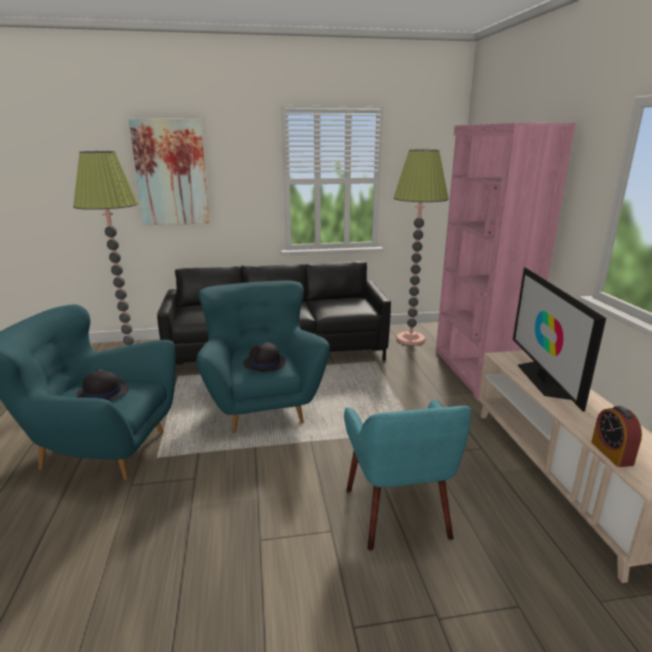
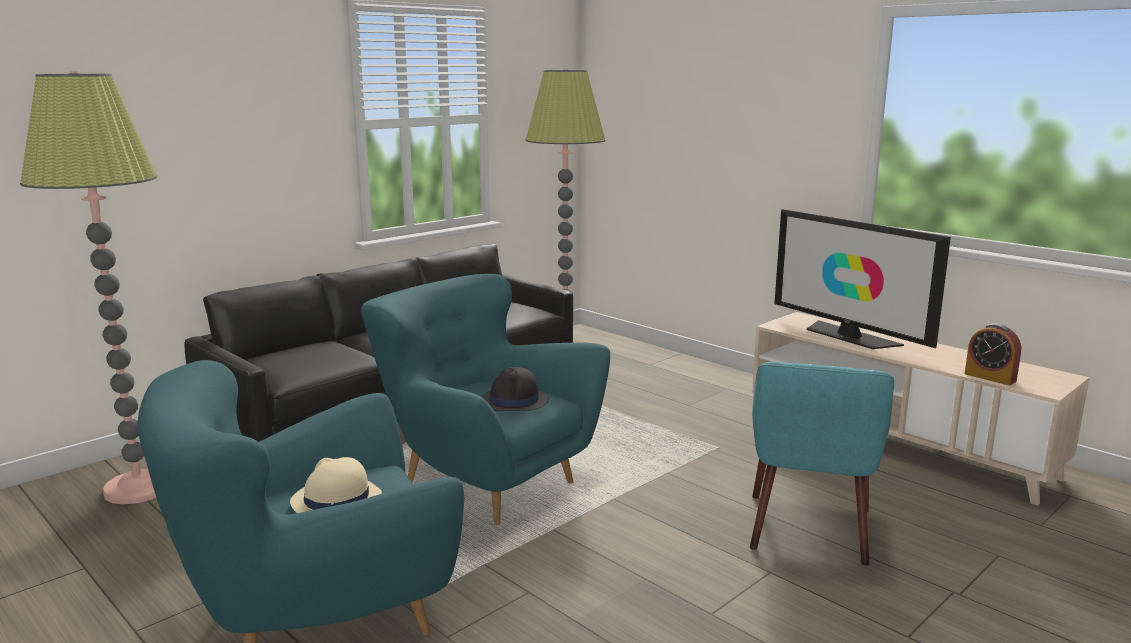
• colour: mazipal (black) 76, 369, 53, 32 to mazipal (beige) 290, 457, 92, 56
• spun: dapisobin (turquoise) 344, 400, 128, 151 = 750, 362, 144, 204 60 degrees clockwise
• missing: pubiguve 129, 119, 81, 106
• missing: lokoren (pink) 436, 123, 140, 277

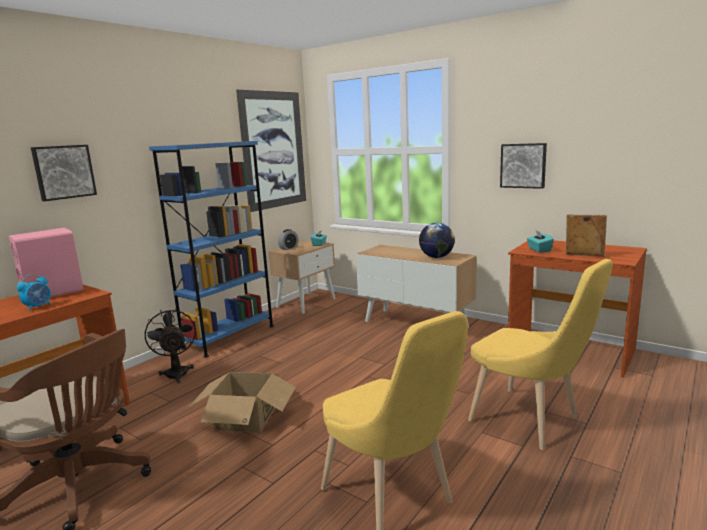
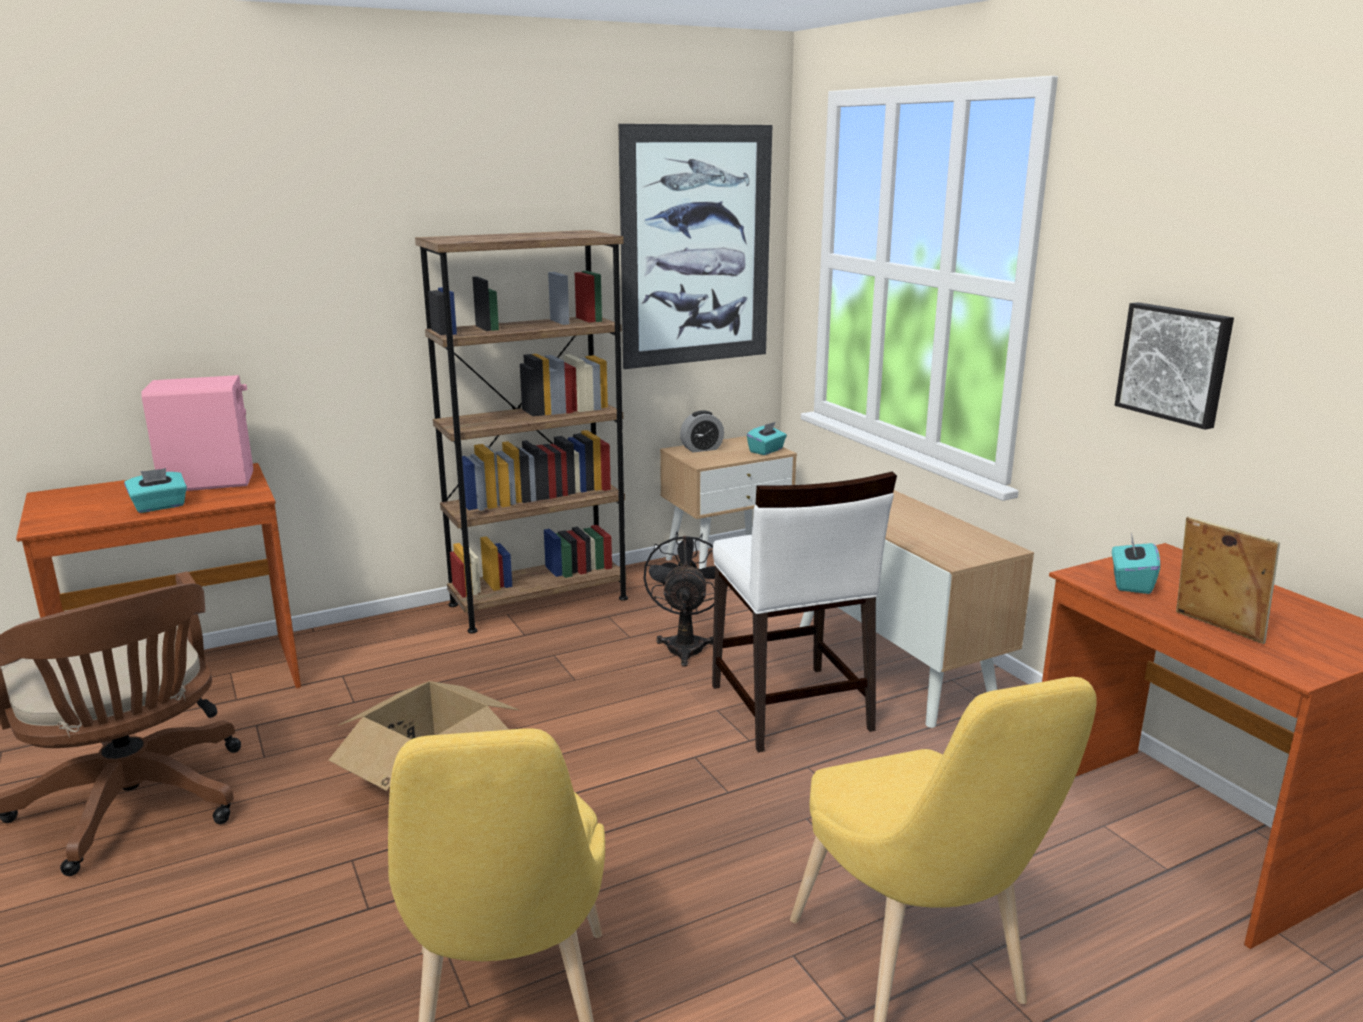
• exchanged: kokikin 17, 275, 34, 36 to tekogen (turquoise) 124, 468, 63, 45
• colour: lokoren (blue) 149, 141, 125, 217 to lokoren (brown) 415, 230, 213, 403
• relocated: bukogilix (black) 145, 308, 51, 75 to 644, 531, 84, 136
• appeared: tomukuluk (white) 712, 471, 185, 281
• missing: pubiguve 31, 145, 66, 56
• missing: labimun 419, 223, 36, 35

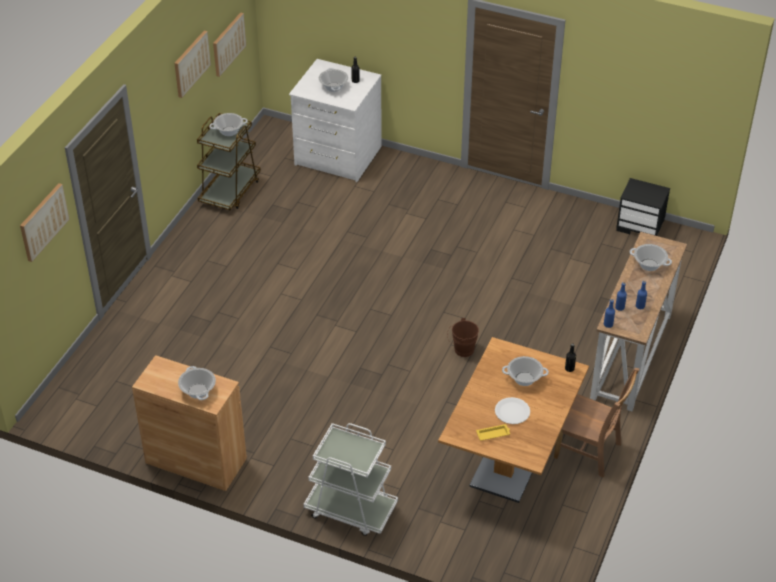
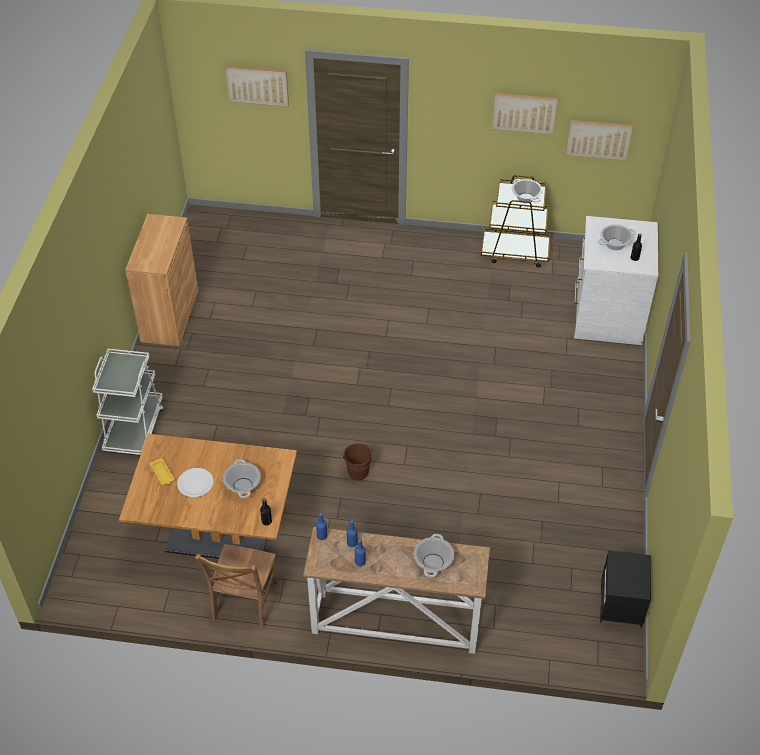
• missing: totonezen 178, 366, 38, 34

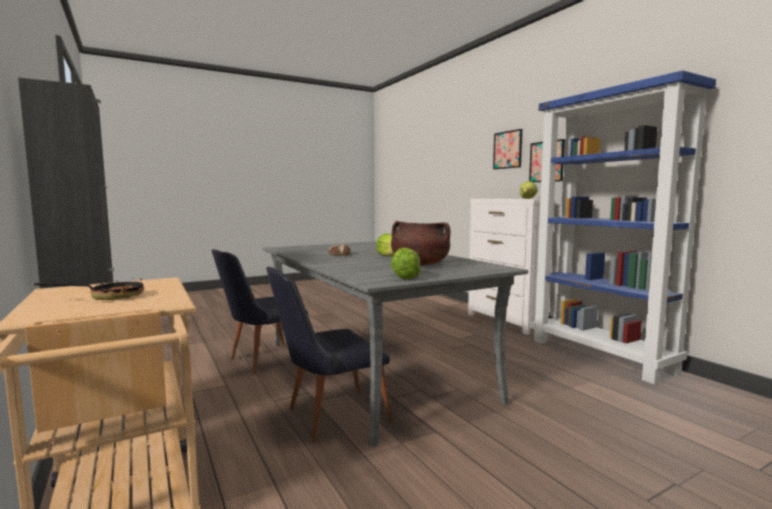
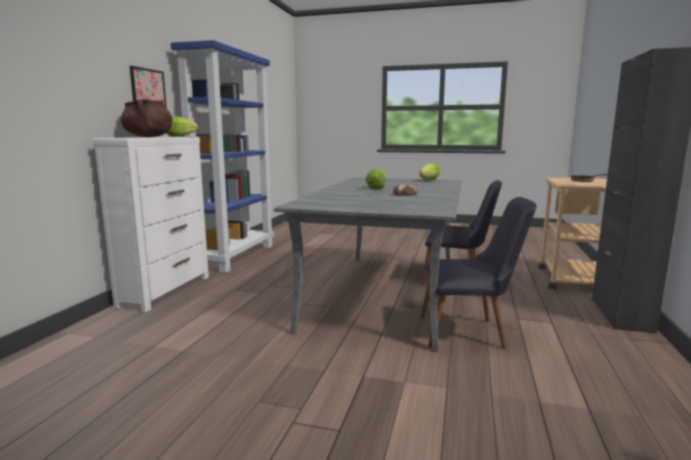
• relocated: totonezen (brown) 391, 221, 59, 45 to 121, 99, 52, 38
• missing: pubiguve 493, 129, 29, 40

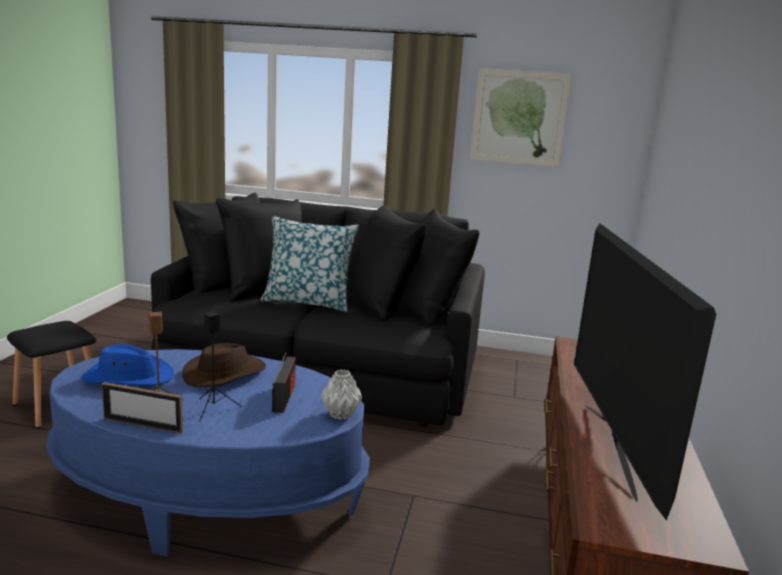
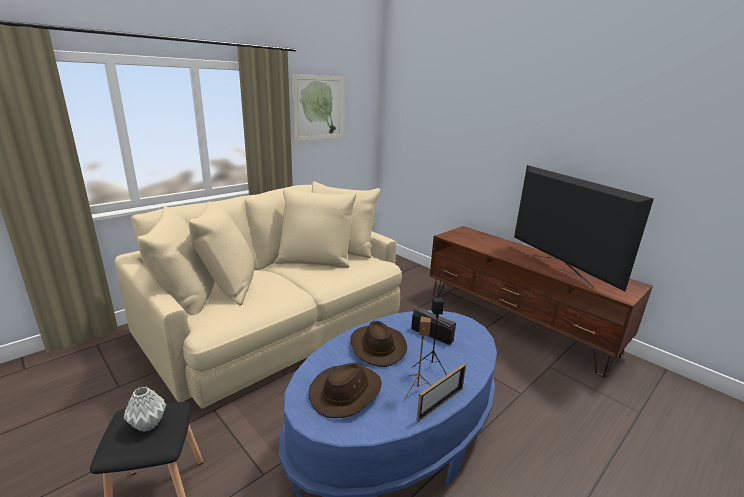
• colour: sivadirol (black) 151, 192, 334, 234 to sivadirol (beige) 115, 181, 287, 228
• relocated: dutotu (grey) 321, 370, 41, 50 to 124, 387, 42, 45
• colour: mazipal (blue) 82, 344, 92, 42 to mazipal (brown) 309, 363, 73, 55
• spun: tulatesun 574, 223, 142, 298 = 514, 165, 140, 127 150 degrees counterclockwise
• missing: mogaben 260, 216, 99, 96

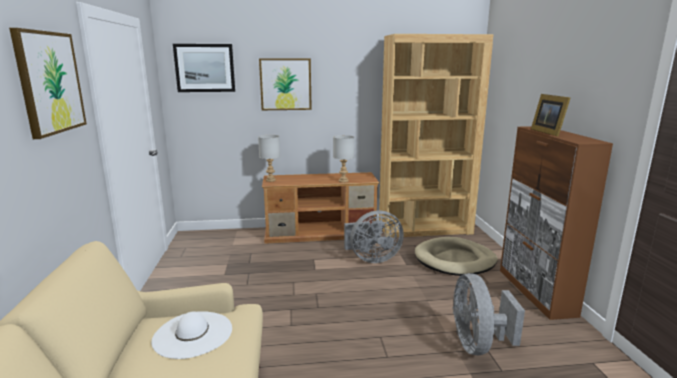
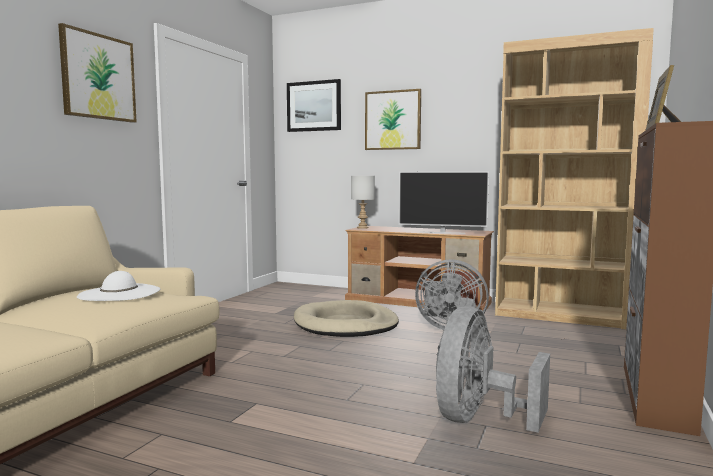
• relocated: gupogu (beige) 415, 237, 83, 39 to 294, 300, 105, 37
• exchanged: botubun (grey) 333, 135, 21, 48 to tulatesun 399, 172, 90, 62

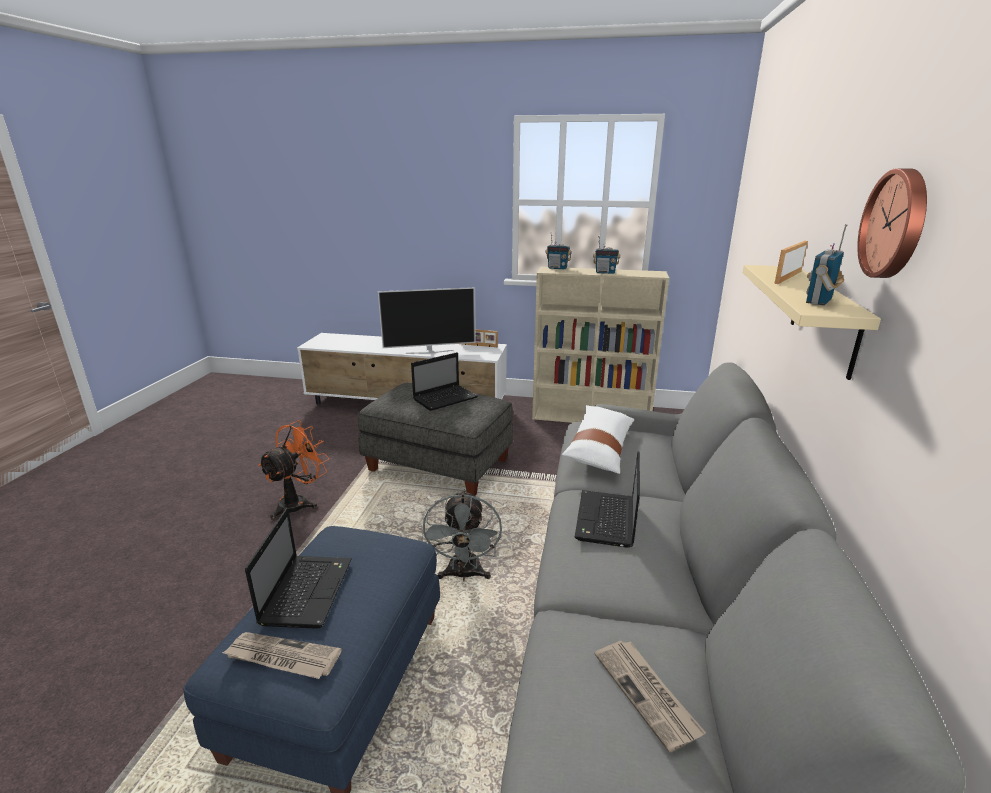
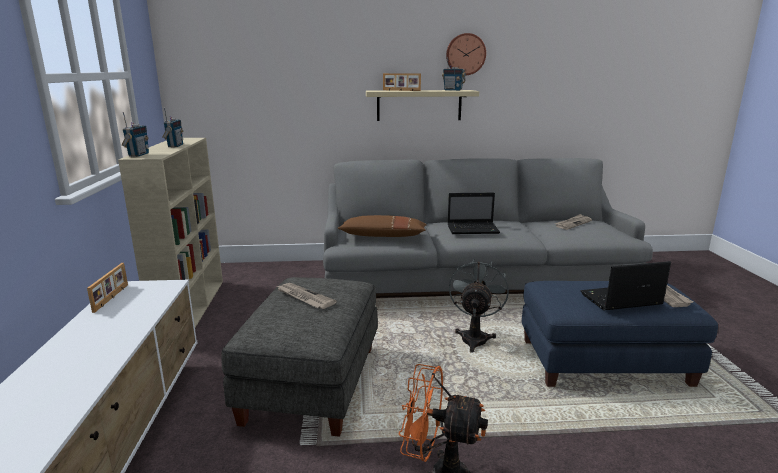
• exchanged: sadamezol 411, 352, 67, 59 to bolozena 276, 283, 60, 26
• colour: mogaben (white) 562, 405, 73, 69 to mogaben (brown) 338, 215, 89, 22
• spun: bukogilix (grey) 422, 490, 80, 92 = 449, 259, 60, 94 60 degrees counterclockwise
• missing: tulatesun 378, 287, 97, 67

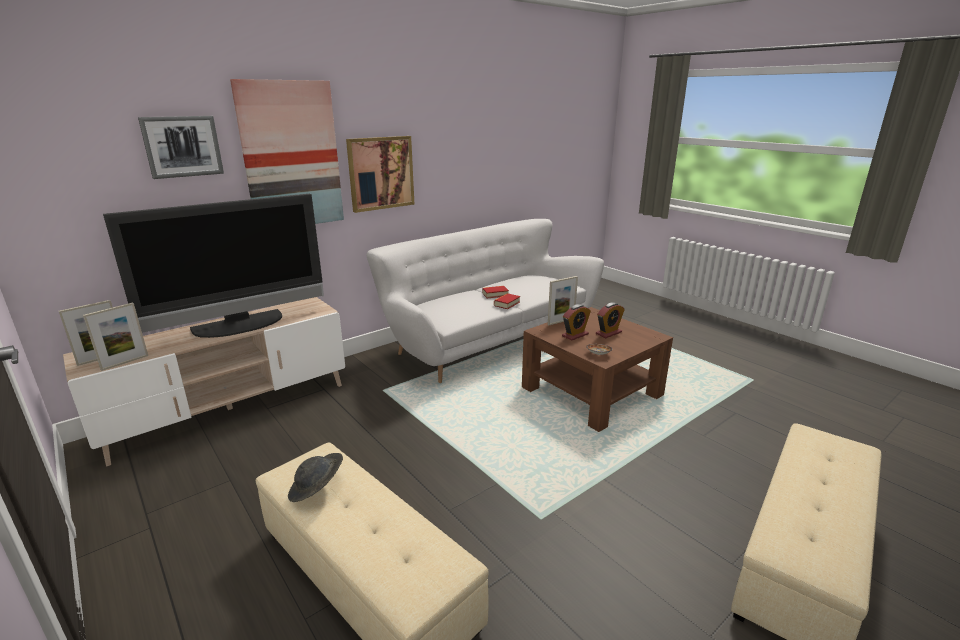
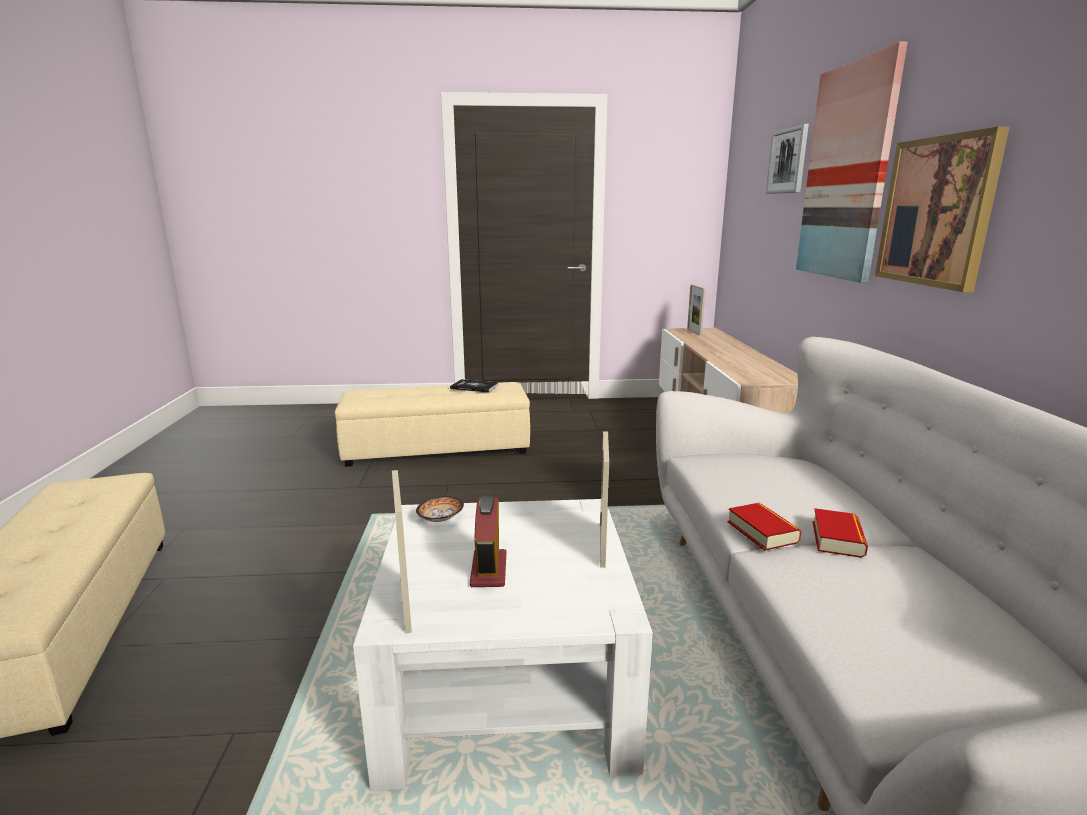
• colour: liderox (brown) 522, 307, 151, 125 to liderox (white) 353, 499, 300, 292
• relocated: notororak 83, 303, 65, 68 to 392, 470, 20, 164
• exchanged: mazipal (grey) 288, 453, 55, 49 to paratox 450, 379, 49, 14
• missing: tulatesun 103, 194, 221, 144
• missing: kokikin 562, 304, 29, 37

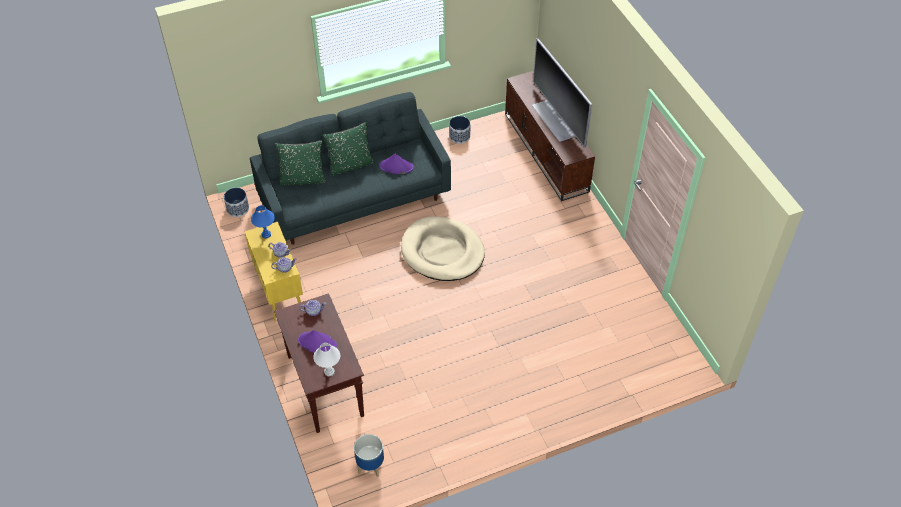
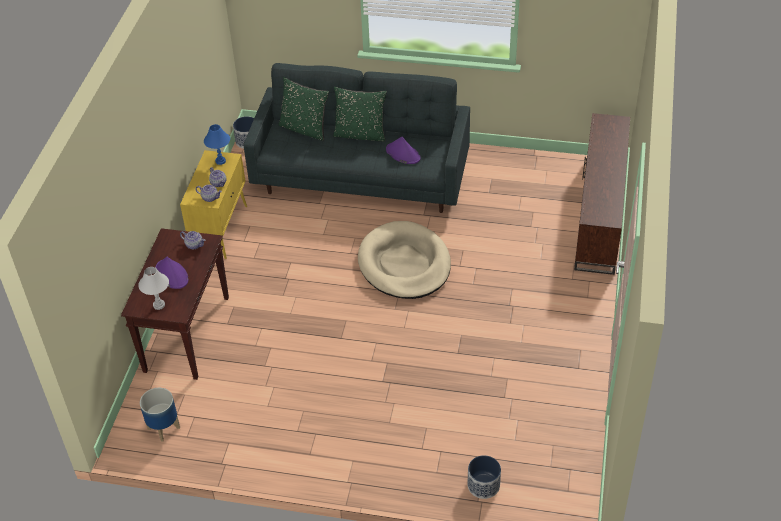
• relocated: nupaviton 449, 116, 21, 28 to 468, 455, 33, 44
• missing: tulatesun 531, 38, 61, 110

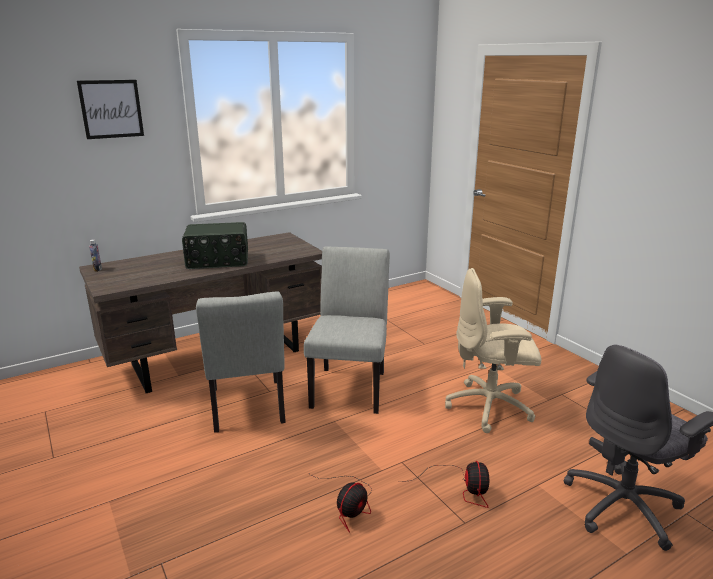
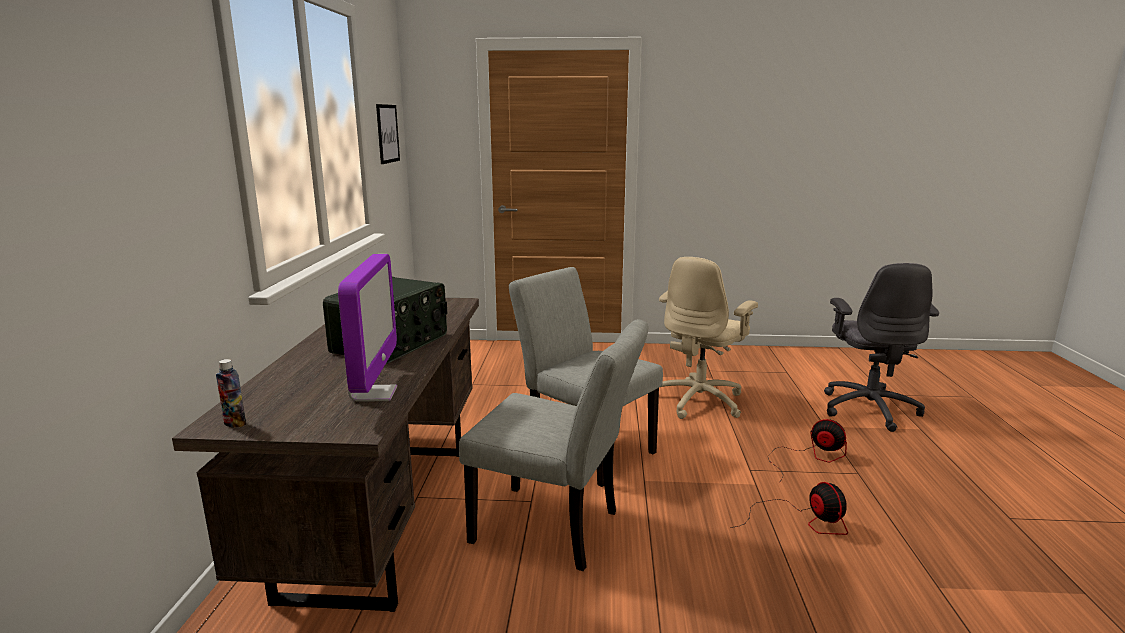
• appeared: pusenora 338, 254, 59, 148
• relocated: pubiguve 77, 80, 67, 59 to 376, 104, 24, 60

